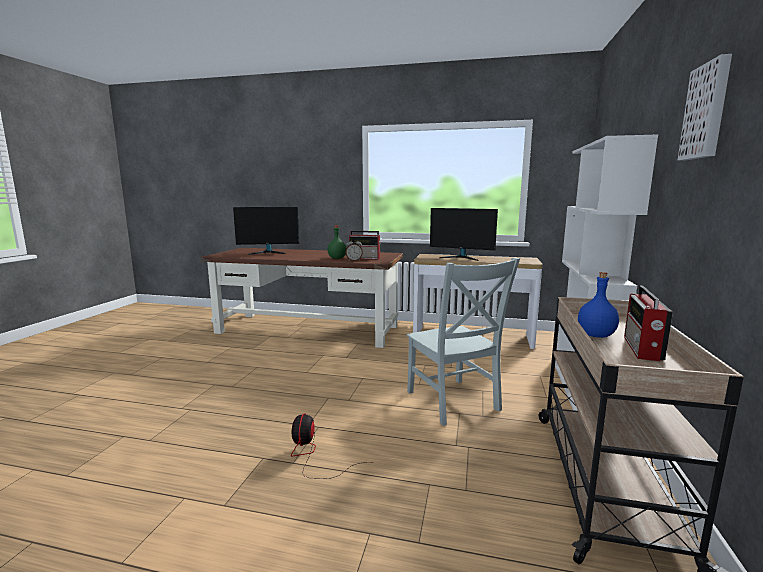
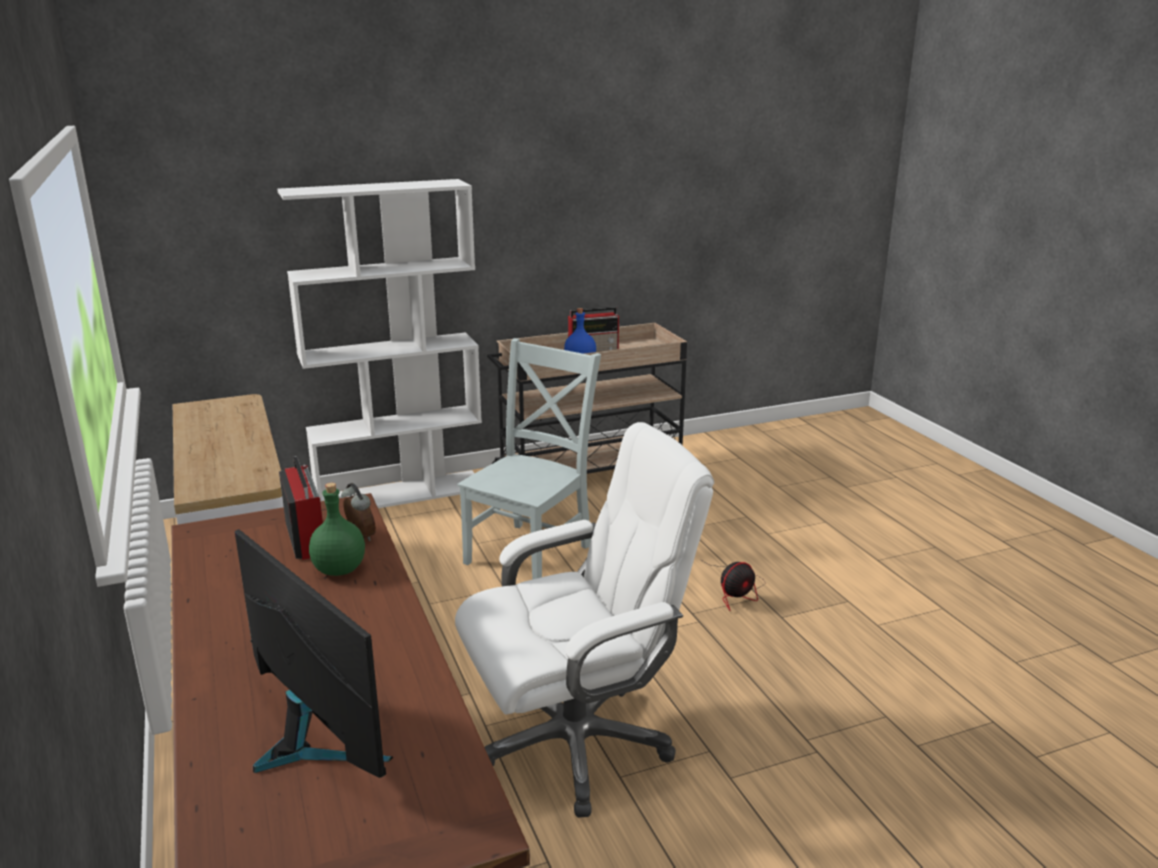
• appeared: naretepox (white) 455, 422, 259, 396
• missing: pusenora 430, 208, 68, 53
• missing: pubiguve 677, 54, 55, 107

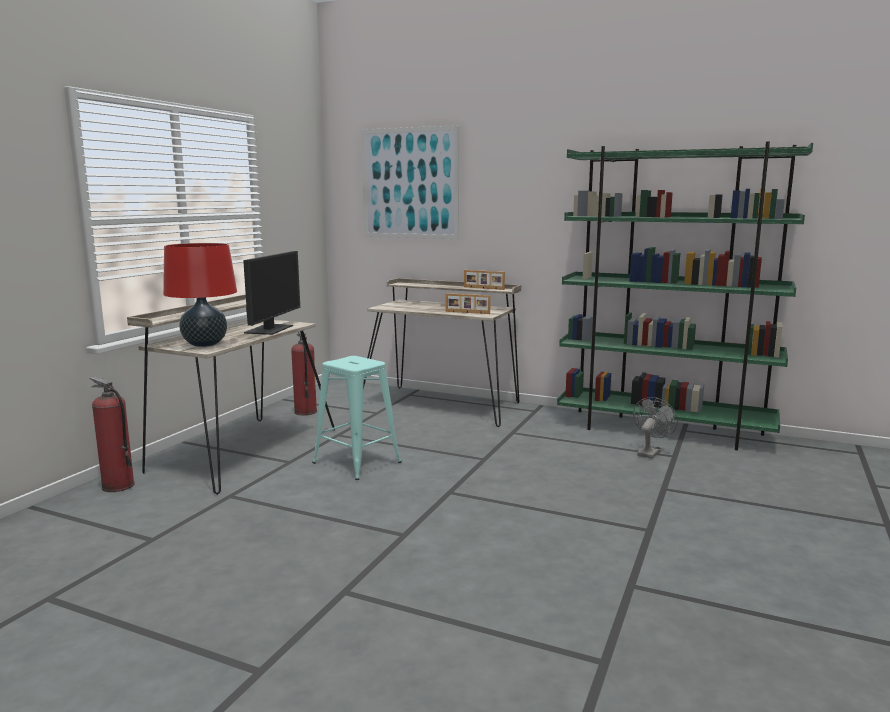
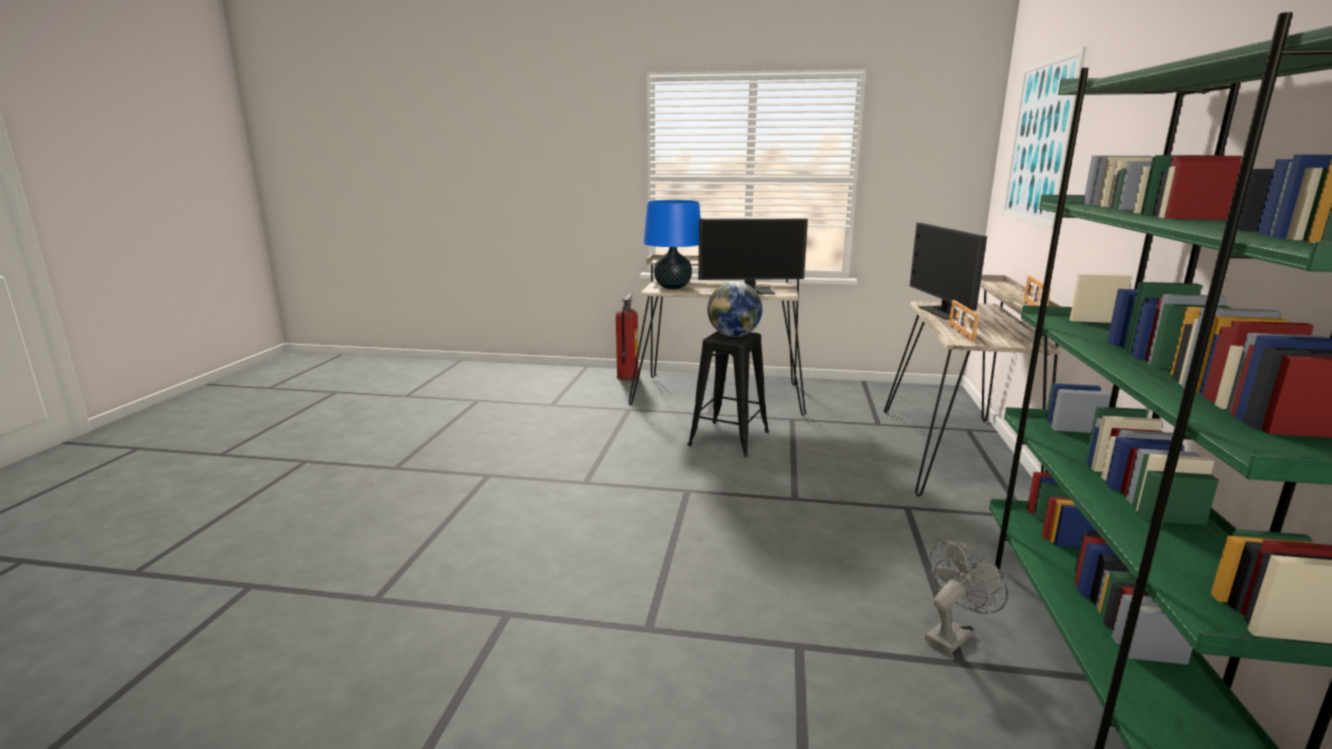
• colour: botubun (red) 163, 243, 74, 104 to botubun (blue) 643, 200, 58, 89
• colour: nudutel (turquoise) 312, 356, 89, 124 to nudutel (black) 688, 331, 81, 126
• appeared: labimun 708, 281, 54, 56
• appeared: pusenora 910, 223, 77, 96
• spun: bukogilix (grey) 633, 397, 45, 62 = 925, 540, 83, 114 60 degrees counterclockwise
• missing: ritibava 291, 331, 26, 84

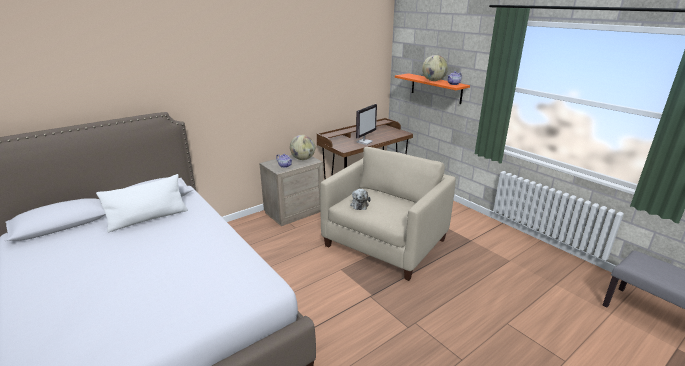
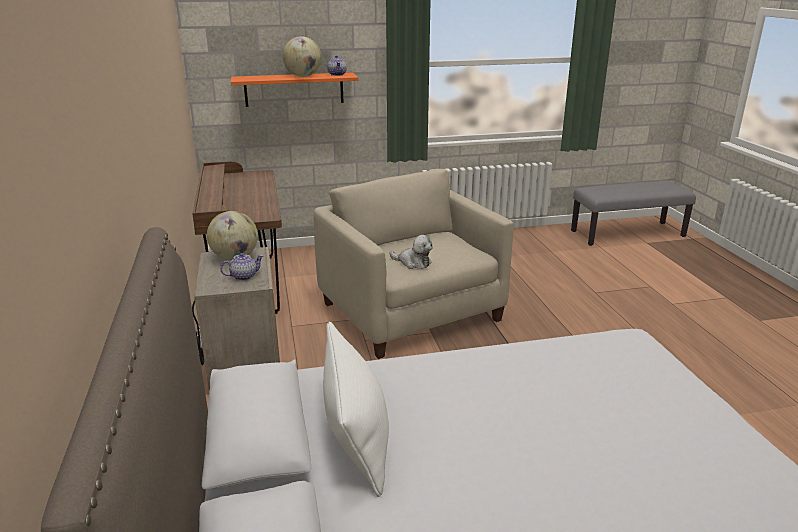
• missing: pusenora 356, 104, 21, 41

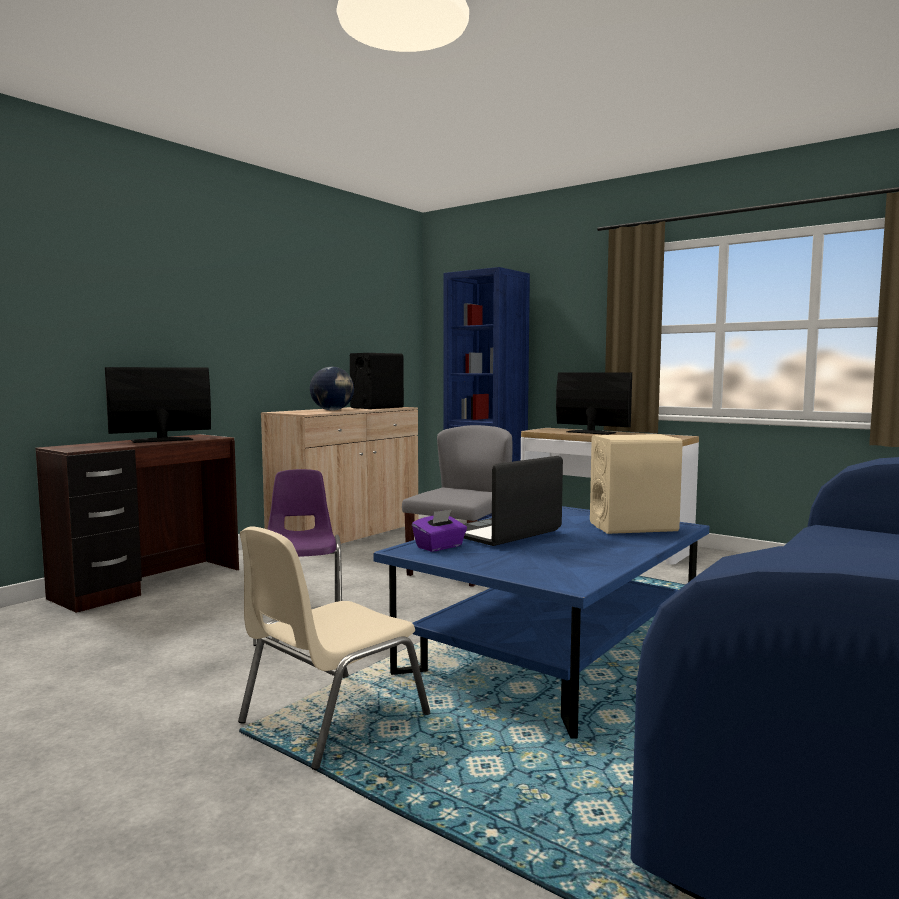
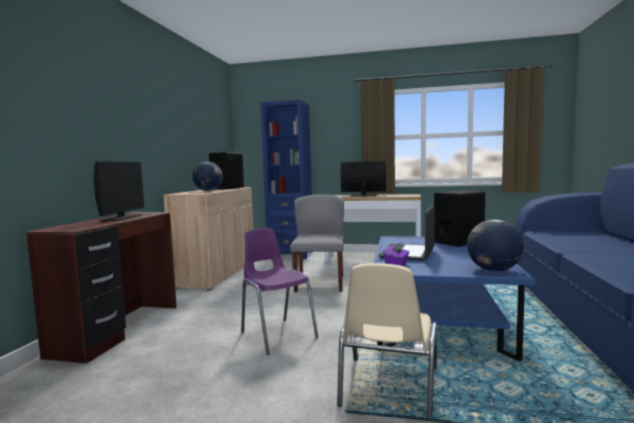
• spun: pusenora 105, 367, 106, 76 = 94, 161, 50, 60 150 degrees clockwise
• colour: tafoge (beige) 590, 434, 93, 100 to tafoge (black) 434, 190, 51, 57
• appeared: labimun 467, 219, 57, 53

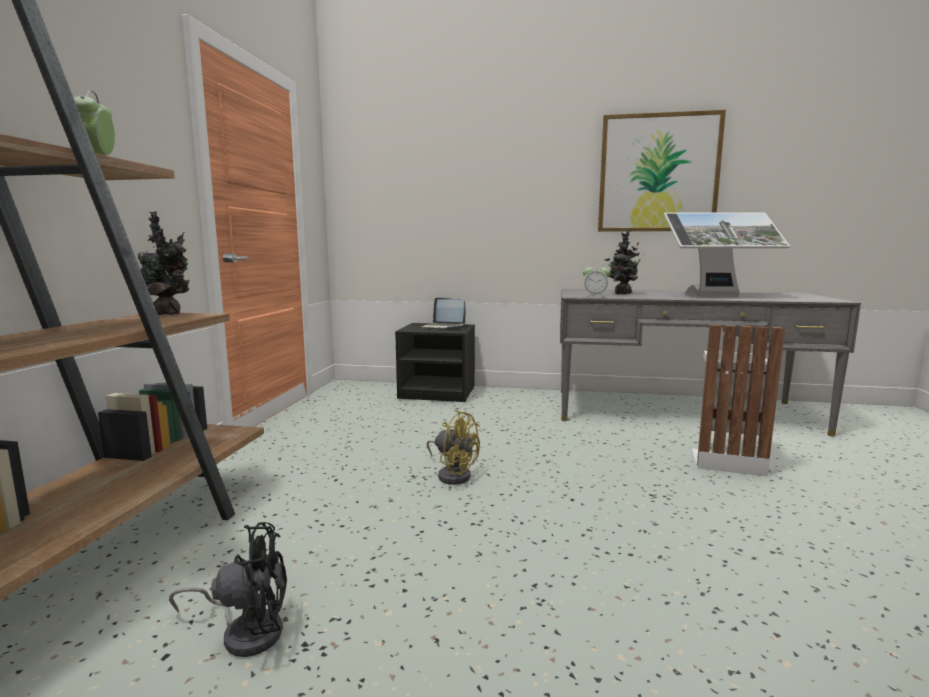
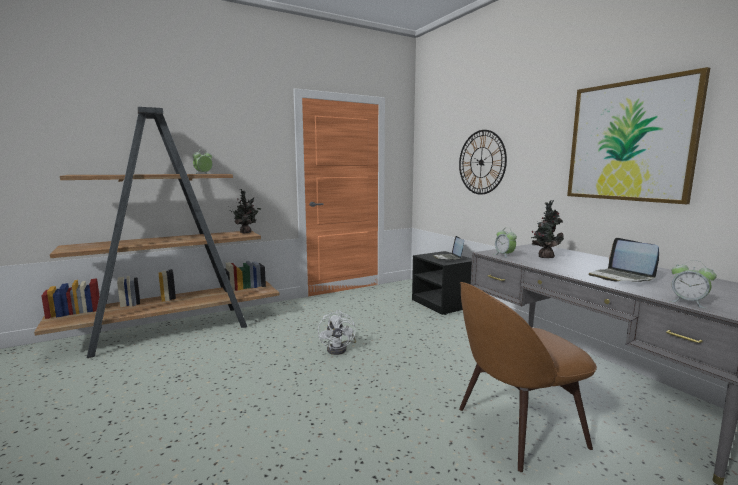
• colour: bukogilix (yellow) 427, 410, 53, 75 to bukogilix (white) 318, 310, 38, 45
• appeared: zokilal 459, 130, 48, 65
• exchanged: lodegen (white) 692, 324, 93, 153 to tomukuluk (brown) 459, 282, 138, 190
• exchanged: pusenora 664, 212, 126, 85 to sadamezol 589, 238, 70, 44
• appeared: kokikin 670, 260, 47, 48
• missing: bukogilix (black) 169, 522, 118, 135

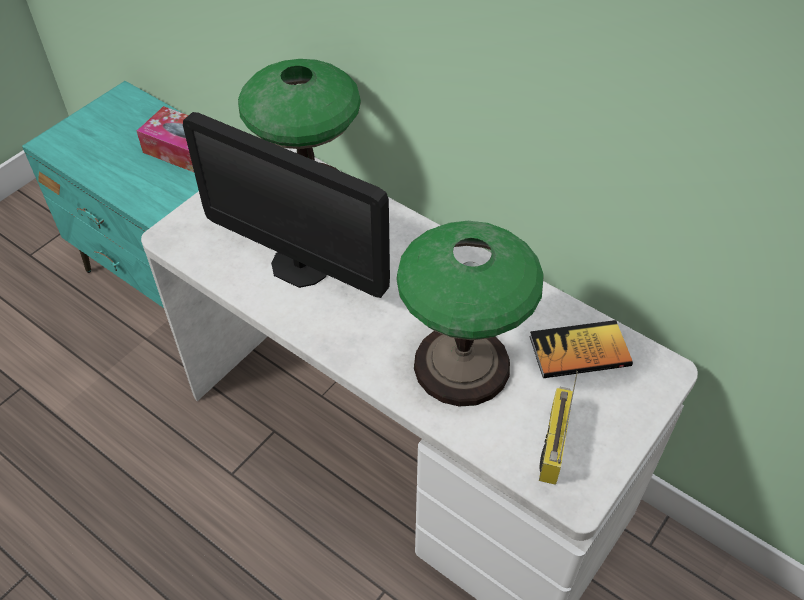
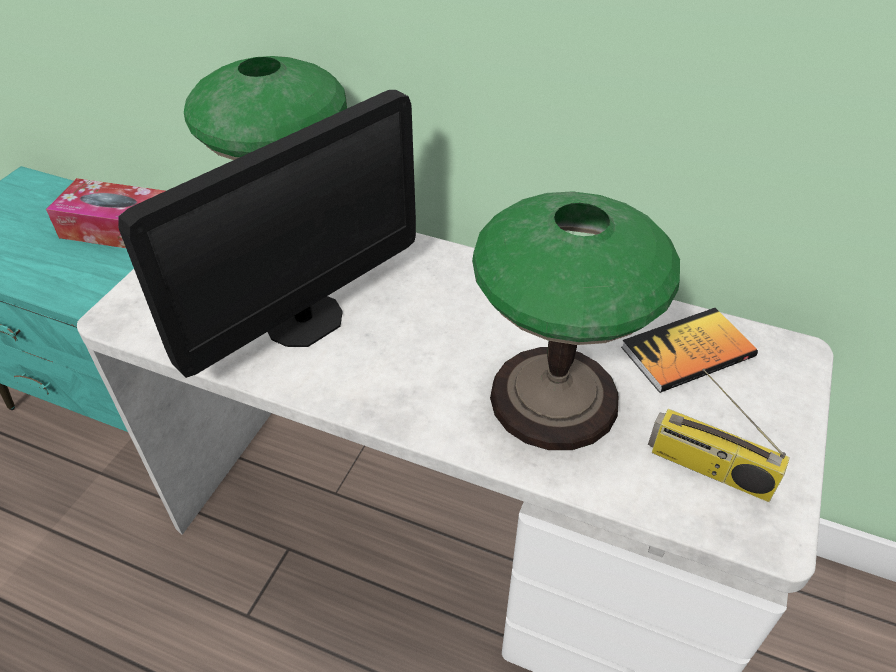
• spun: pusenora 183, 112, 207, 186 = 118, 90, 298, 288 60 degrees counterclockwise
• spun: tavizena 539, 371, 39, 114 = 648, 369, 142, 133 60 degrees counterclockwise

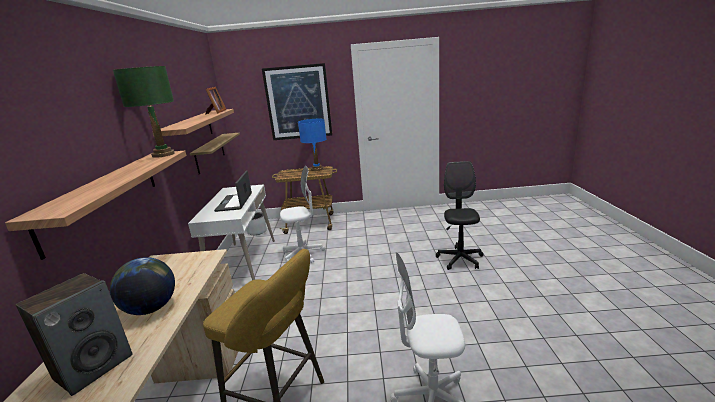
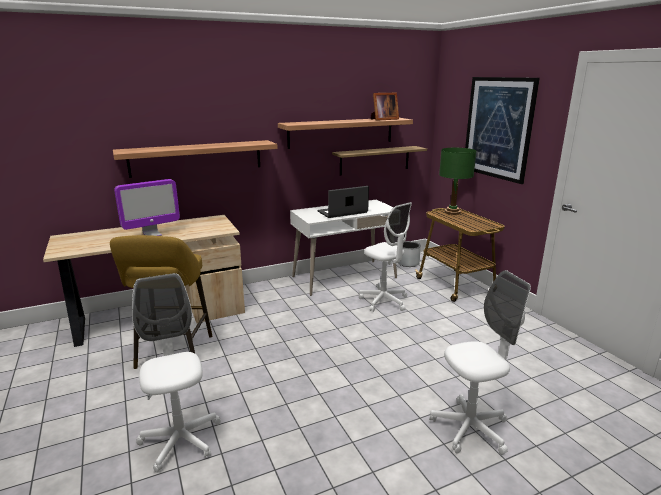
• exchanged: labimun 110, 257, 65, 58 to pusenora 114, 179, 66, 57
• colour: naretepox (black) 436, 161, 48, 109 to naretepox (white) 429, 270, 102, 185
• relocated: botubun (green) 113, 66, 62, 92 to 439, 148, 37, 67
• missing: tafoge 16, 273, 117, 123
• missing: botubun (blue) 298, 119, 28, 52

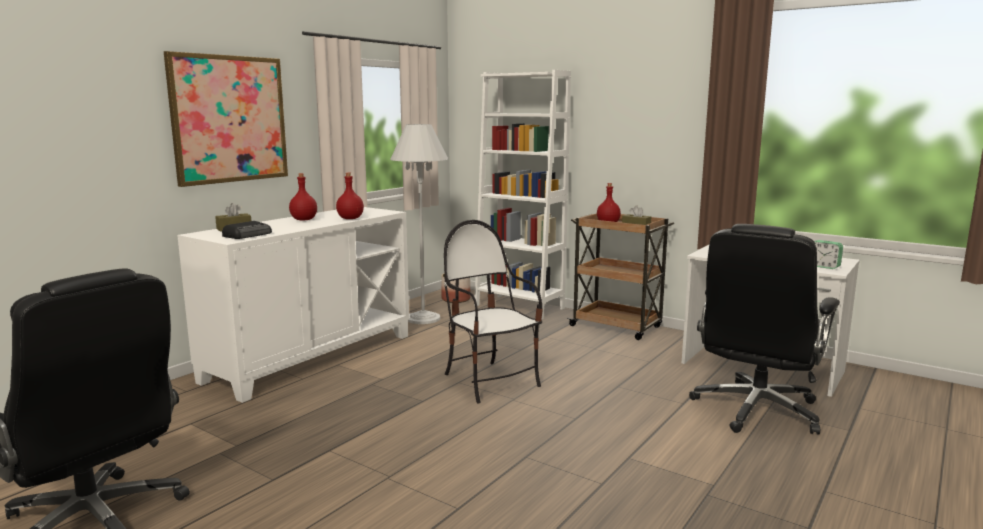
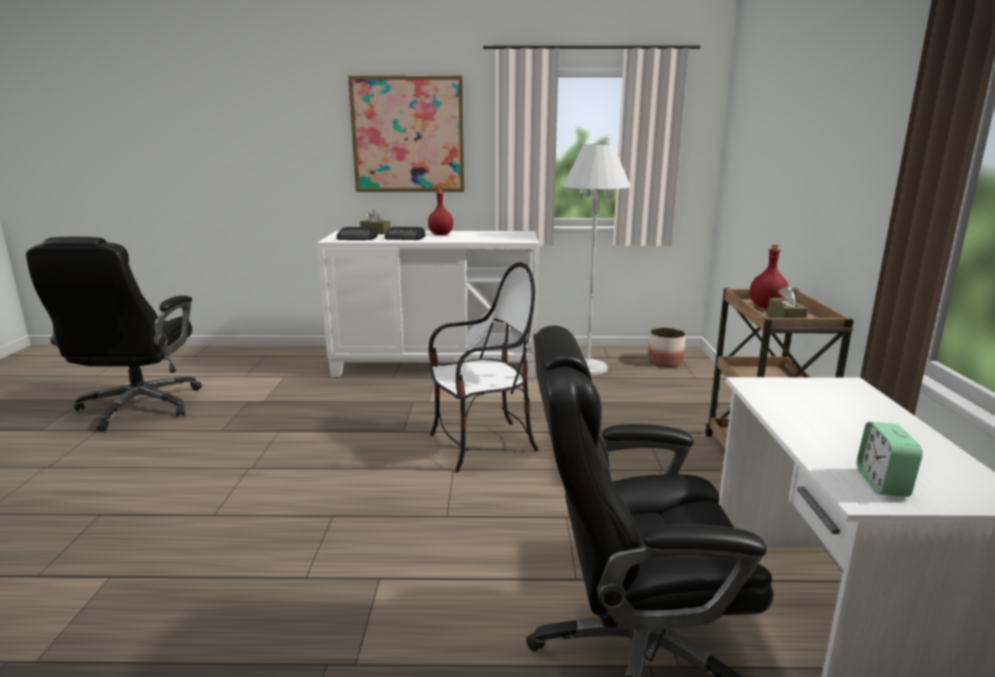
• appeared: tavizena 385, 227, 41, 13
• spun: tomukuluk 444, 220, 99, 184 = 428, 262, 111, 210 45 degrees clockwise
• missing: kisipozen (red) 336, 172, 28, 47
• missing: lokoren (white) 474, 70, 97, 250

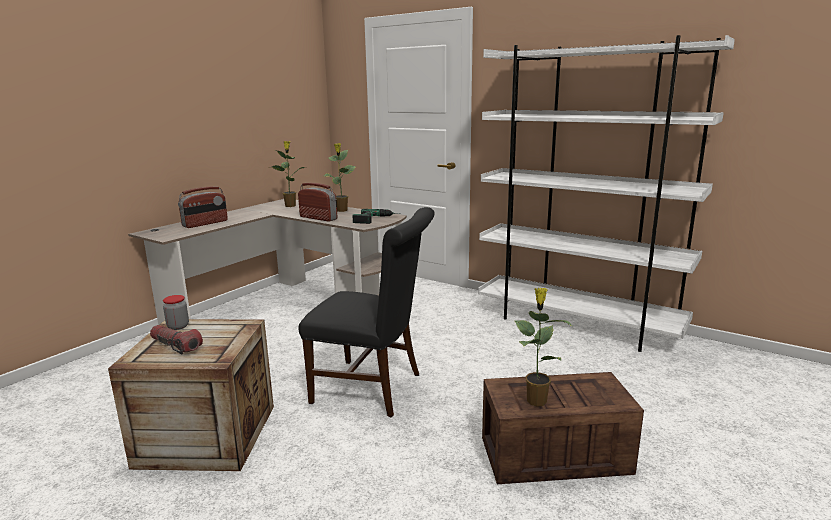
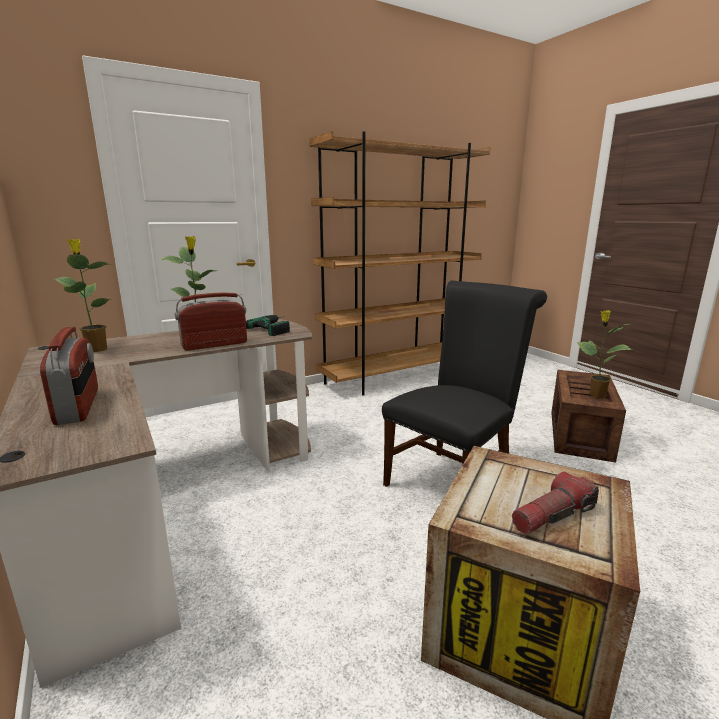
• colour: lokoren (white) 478, 35, 257, 317 to lokoren (brown) 309, 131, 182, 264
• missing: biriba 163, 295, 26, 35

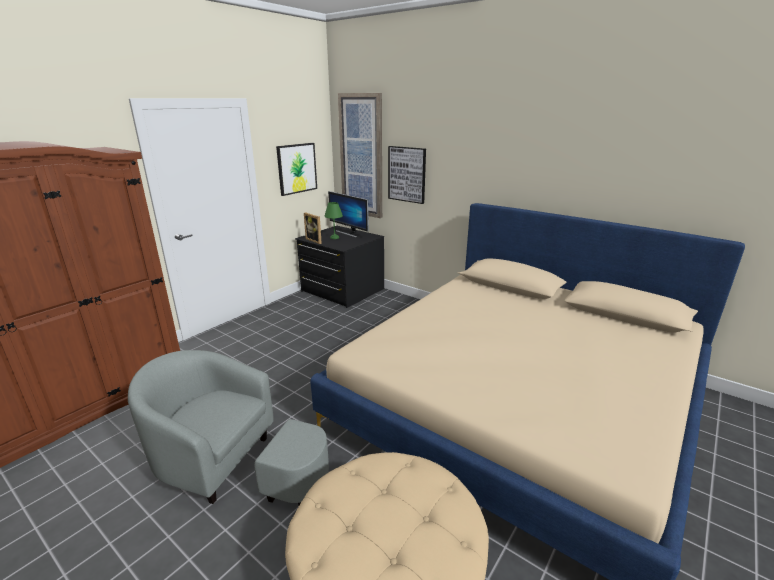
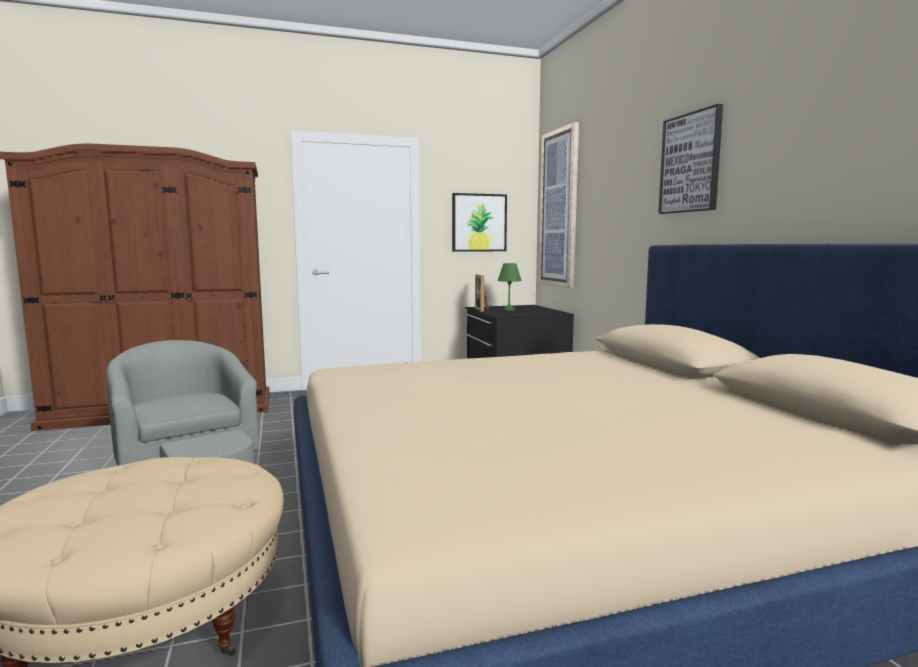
• relocated: pubiguve 388, 146, 38, 58 to 658, 104, 65, 110
• missing: pusenora 328, 191, 41, 47

